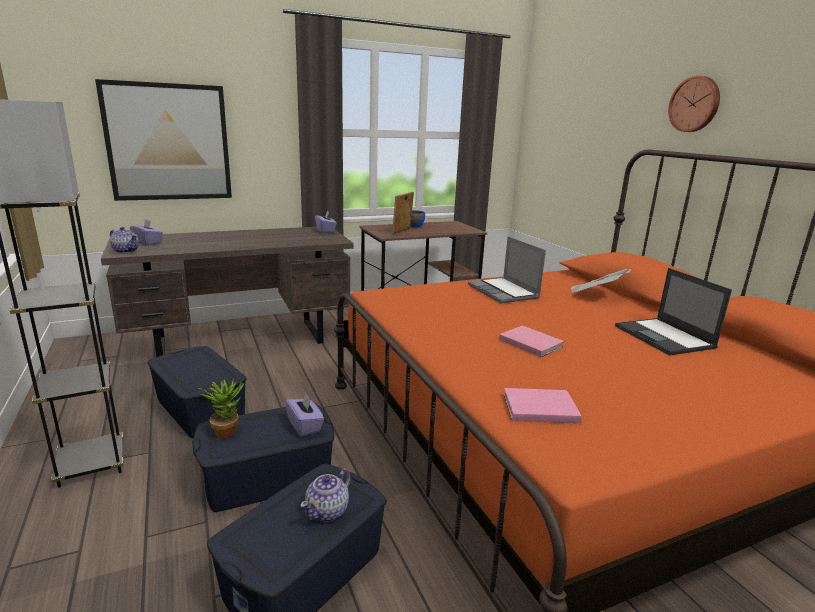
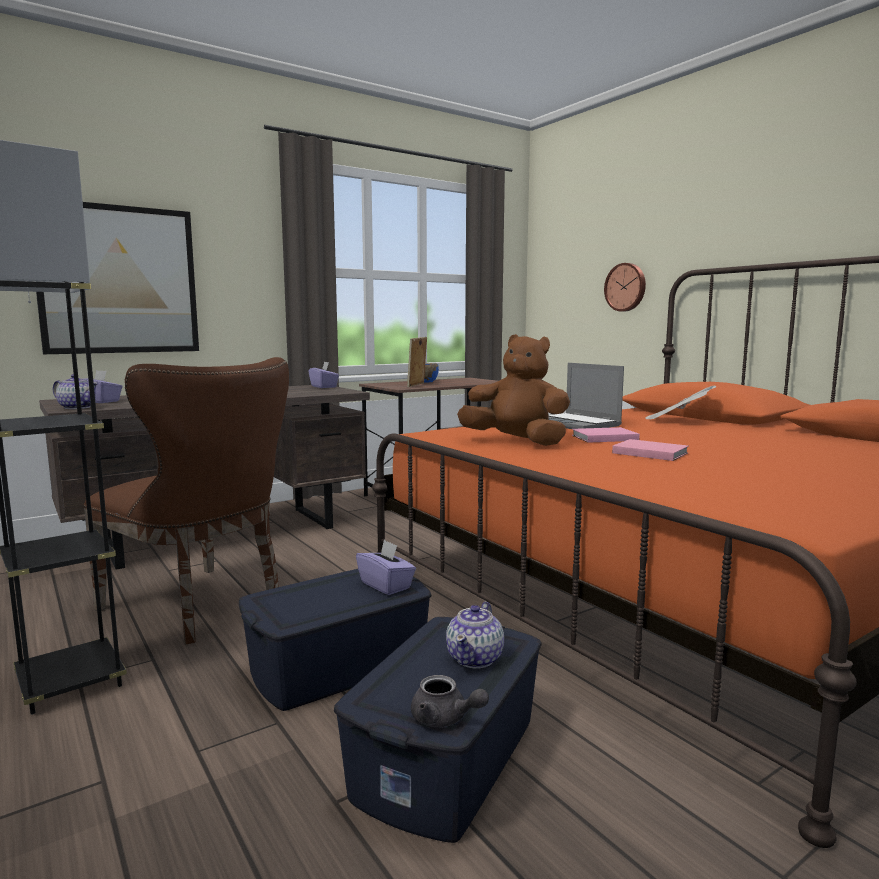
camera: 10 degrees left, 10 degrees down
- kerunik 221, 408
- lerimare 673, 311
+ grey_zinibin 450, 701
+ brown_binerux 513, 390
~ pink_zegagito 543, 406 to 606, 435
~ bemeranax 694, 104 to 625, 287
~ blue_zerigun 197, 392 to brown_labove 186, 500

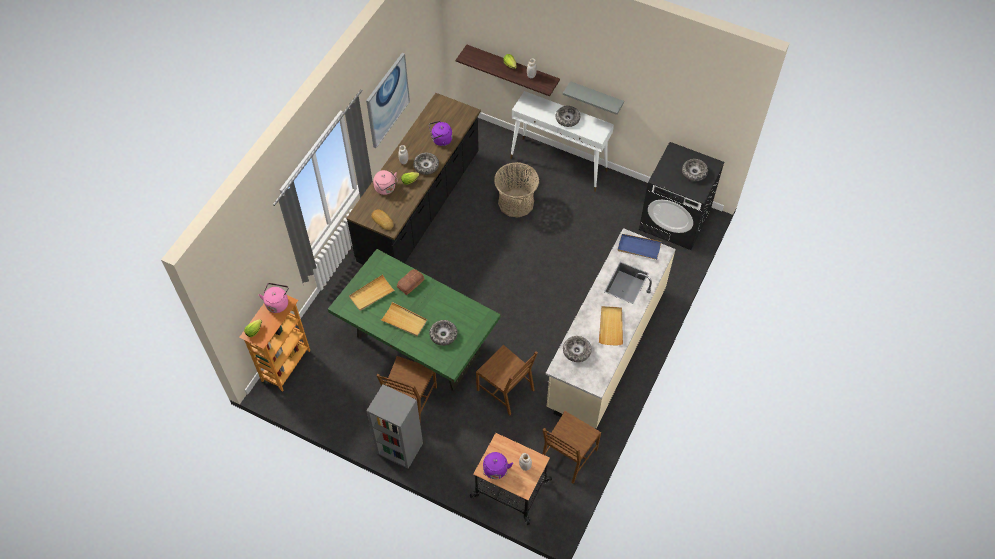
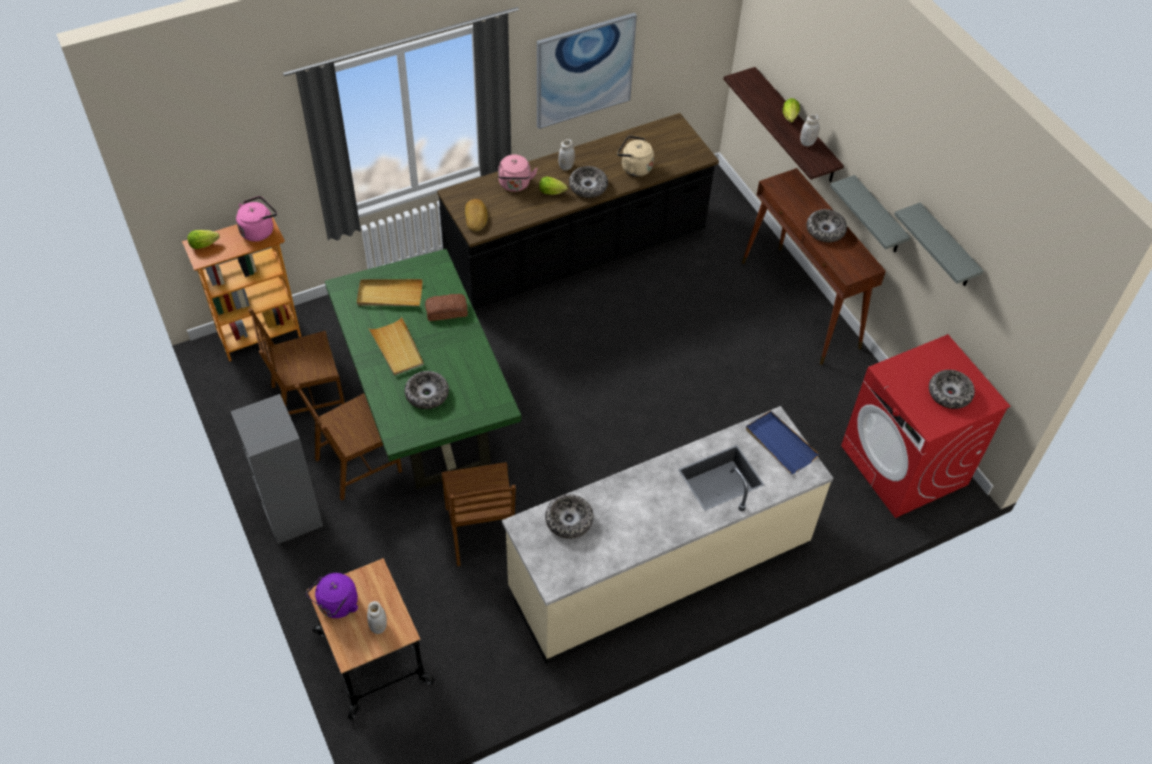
camera: 35 degrees right, 5 degrees down
- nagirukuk 516, 190
- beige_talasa 611, 326
+ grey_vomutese 939, 244
~ brown_labove 571, 447 to 296, 361
~ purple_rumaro 441, 133 to beige_rumaro 635, 155
~ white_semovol 562, 141 to brown_semovol 814, 266
~ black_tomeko 682, 196 to red_tomeko 925, 426

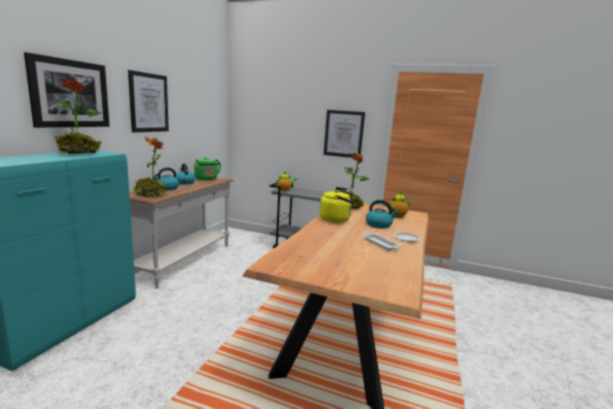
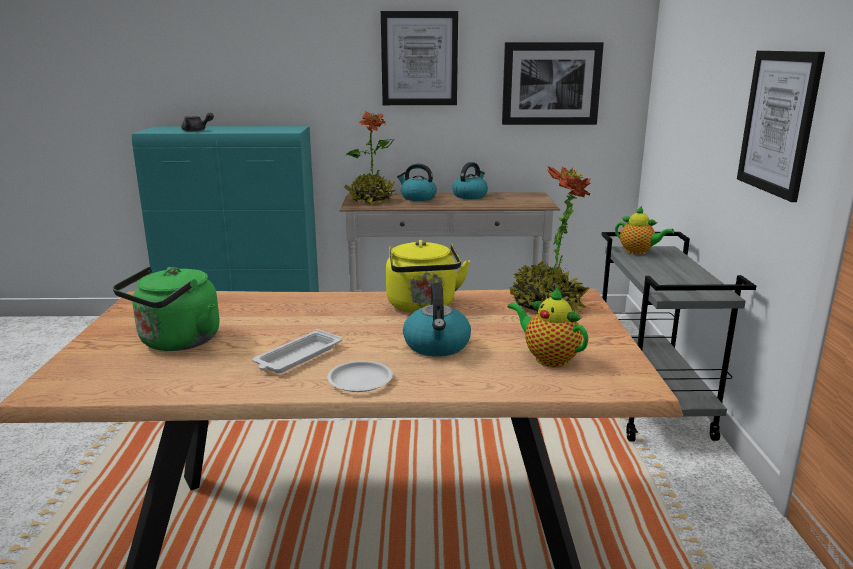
camera: 70 degrees right, 5 degrees up
- kerunik 77, 115
+ grey_zinibin 197, 122
~ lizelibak 67, 90 to 553, 83
~ green_rumaro 207, 168 to 166, 308

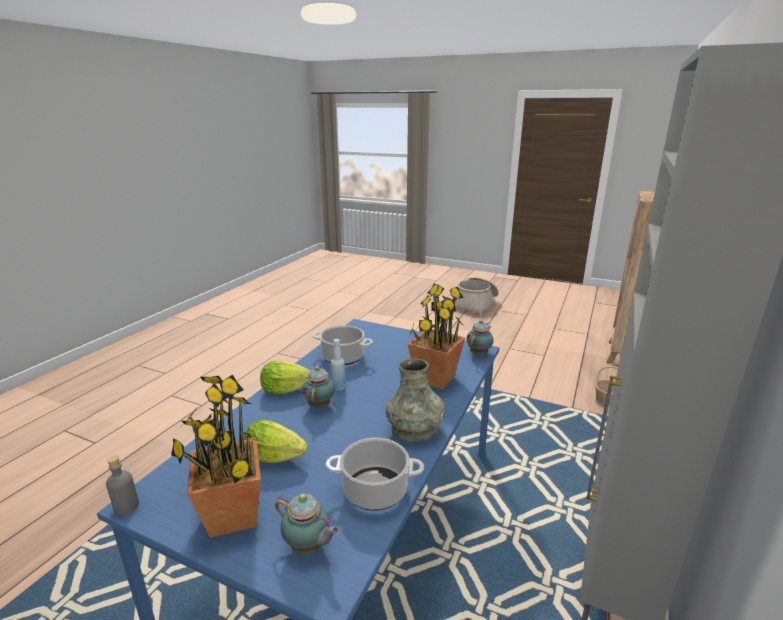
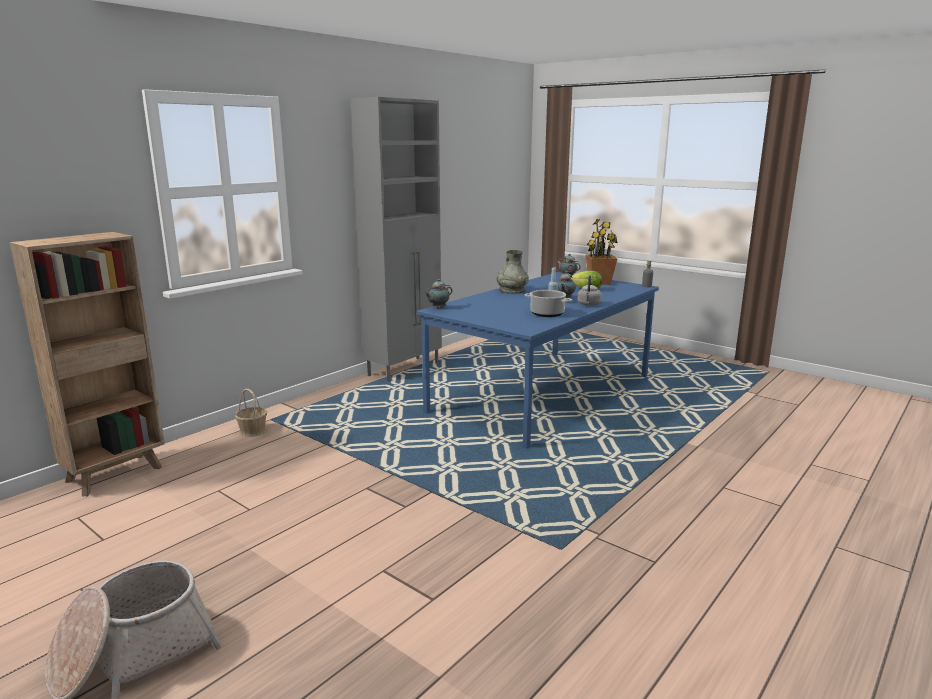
camera: 165 degrees left, 5 degrees down
- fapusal 375, 474
- kerunik 436, 336
~ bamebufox 285, 377 to grey_rumaro 590, 290

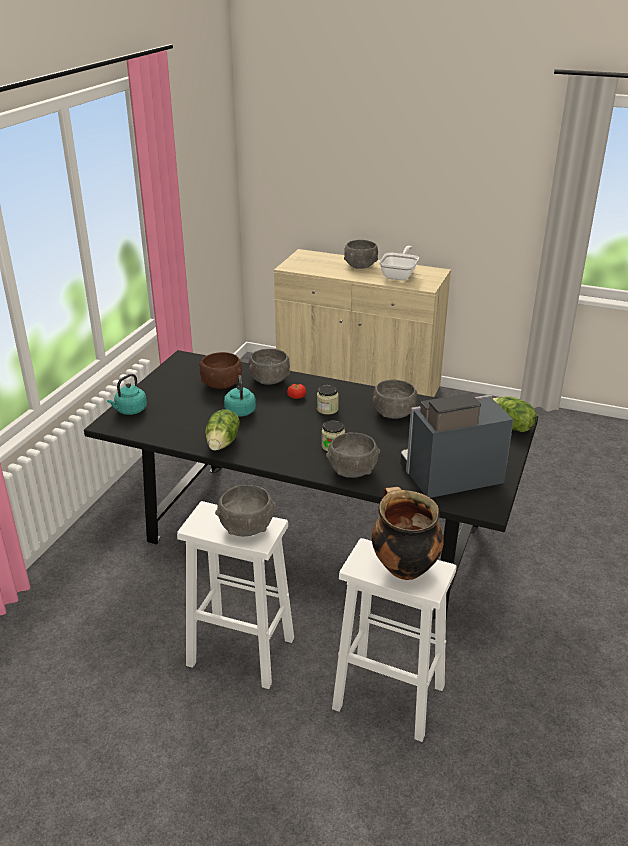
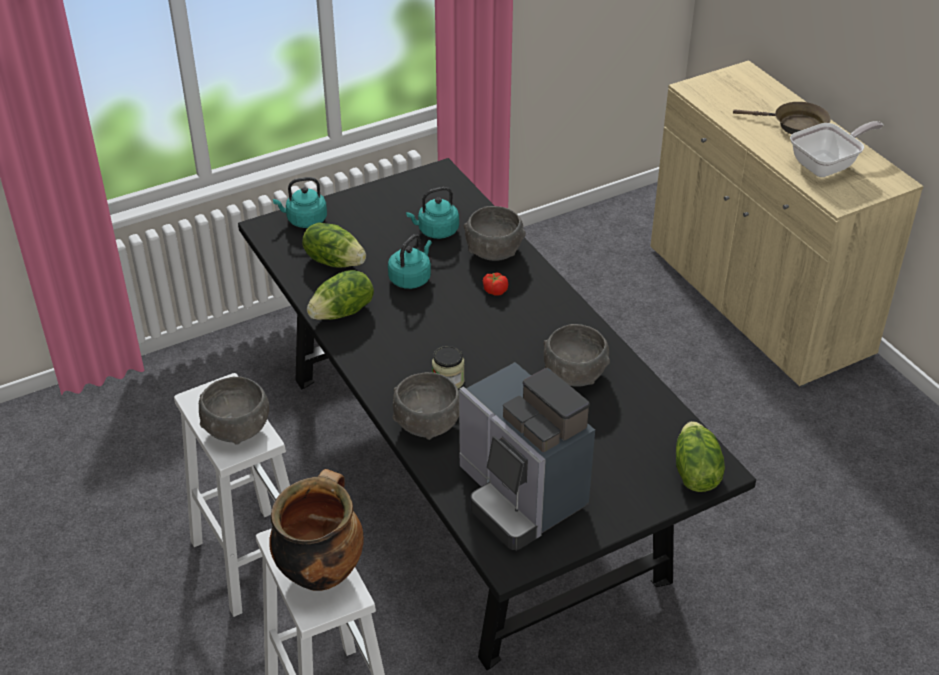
camera: 40 degrees right, 10 degrees up
- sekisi 328, 400
+ bamebufox 334, 245
~ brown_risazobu 220, 370 to turquoise_rumaro 432, 213
~ grey_risazobu 361, 254 to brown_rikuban 782, 118
~ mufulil 457, 445 = 527, 456 150 degrees counterclockwise

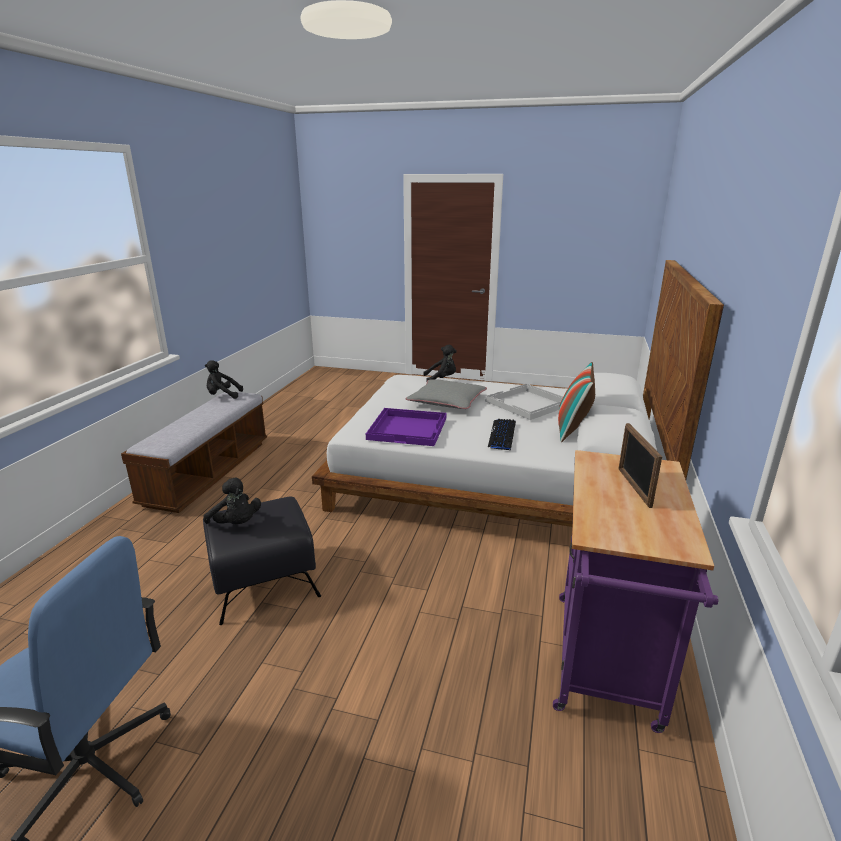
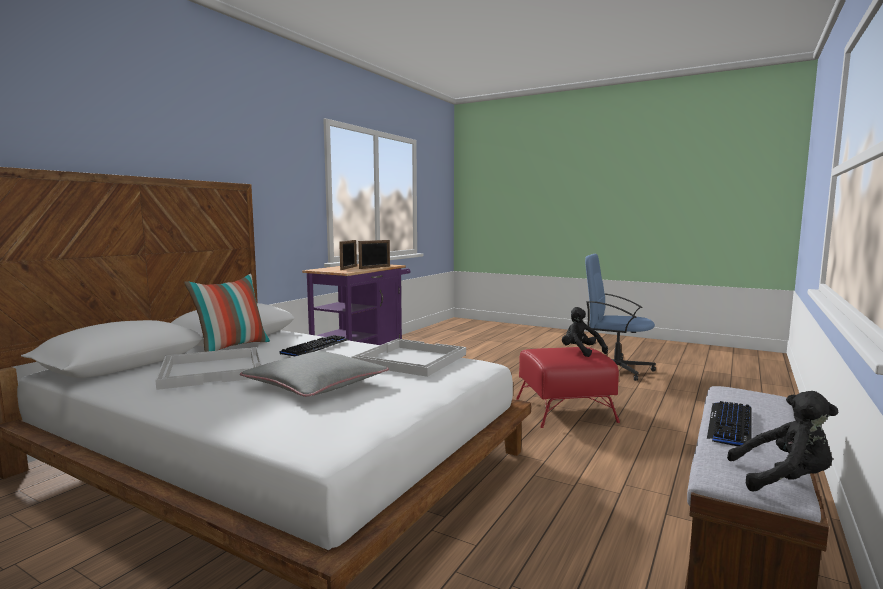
camera: 165 degrees left, 15 degrees down
- black_binerux 440, 363
+ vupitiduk 374, 254
+ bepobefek 729, 424
~ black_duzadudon 262, 560 to red_duzadudon 568, 387
~ purple_talasa 406, 427 to white_talasa 408, 358

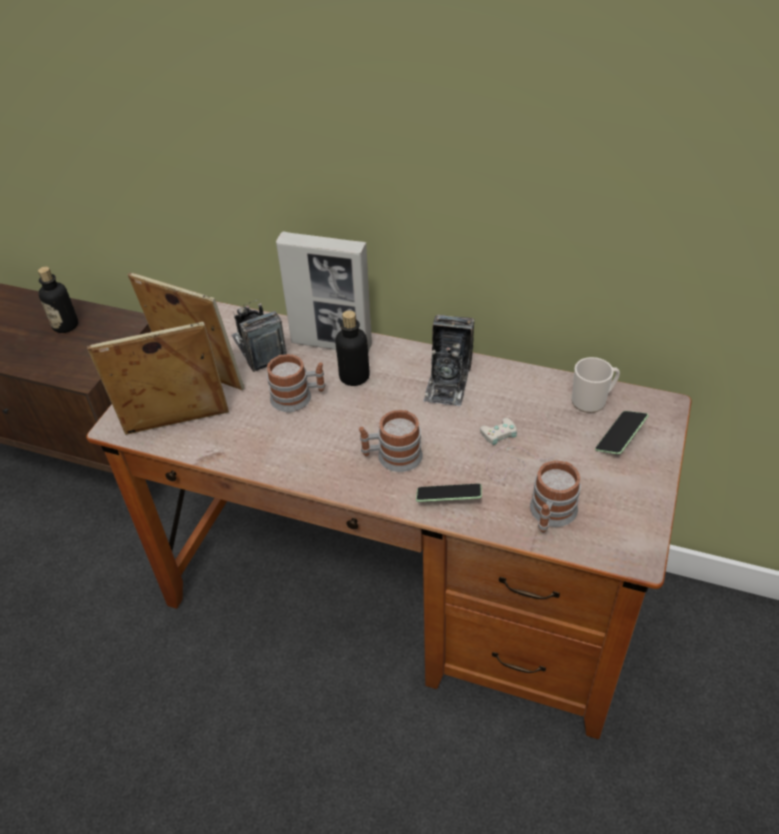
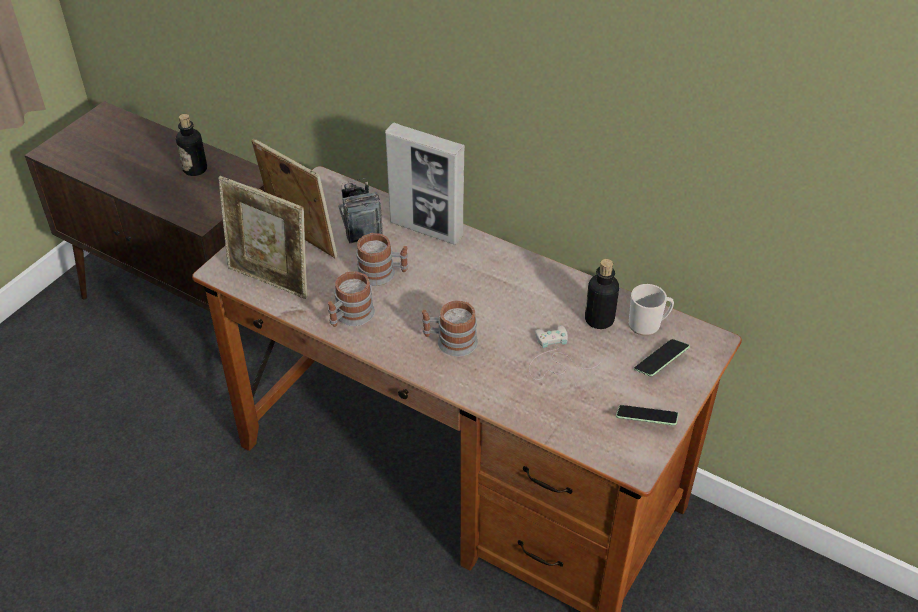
camera: 10 degrees right, 0 degrees up
- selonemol 449, 360
~ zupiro 352, 348 to 602, 294
~ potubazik 449, 493 to 647, 415
~ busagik 555, 496 to 351, 299
~ vupitiduk 158, 378 = 262, 237 150 degrees counterclockwise

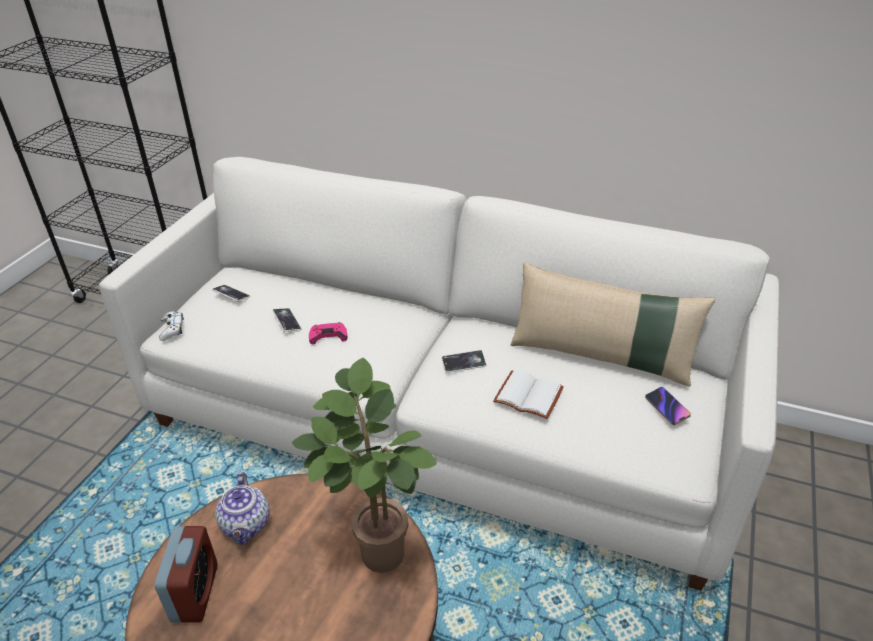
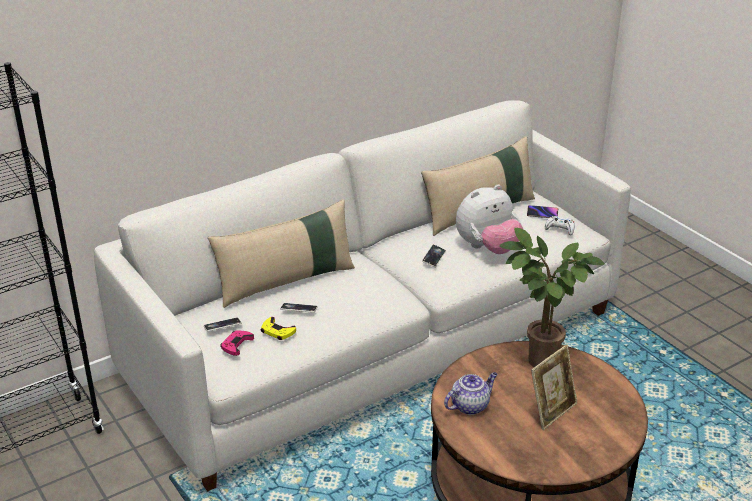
camera: 55 degrees left, 5 degrees down
- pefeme 186, 574
+ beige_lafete 281, 253
+ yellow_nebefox 278, 328
+ vupitiduk 554, 387
~ white_nebefox 171, 326 to 560, 225
~ pink_nebefox 328, 333 to 237, 343
~ white_zegagito 528, 394 to binerux 489, 219
~ zinibin 242, 508 = 471, 393 60 degrees counterclockwise

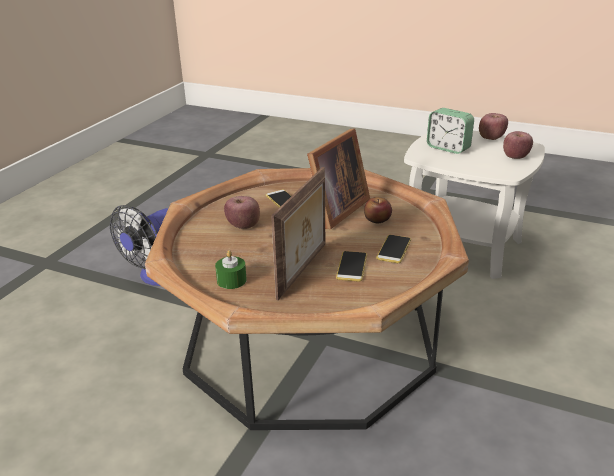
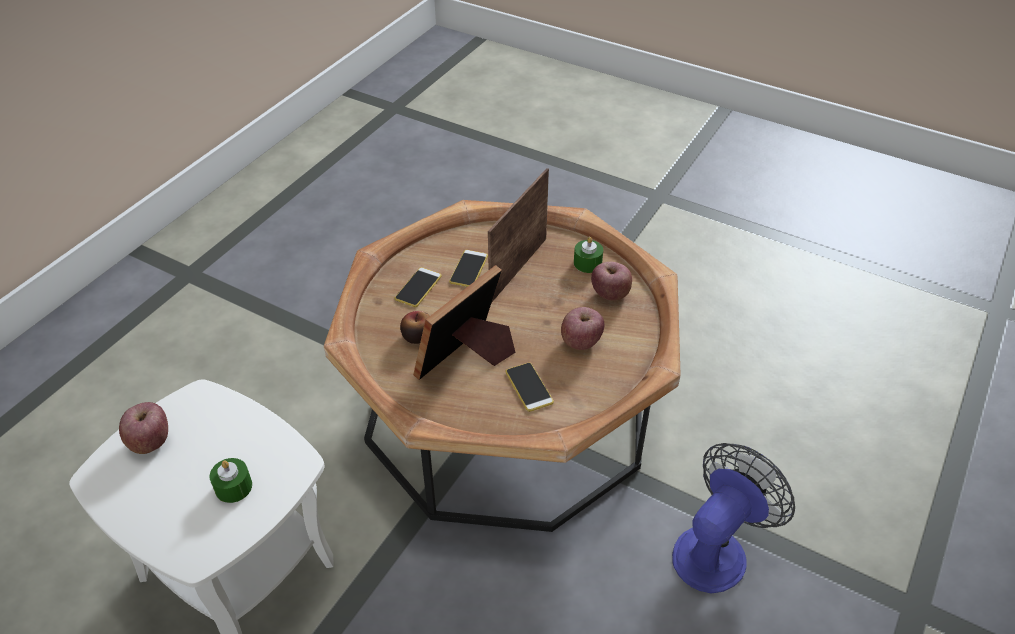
camera: 175 degrees left, 15 degrees up
~ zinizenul 493, 126 to 611, 281
~ pefeme 450, 131 to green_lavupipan 230, 480

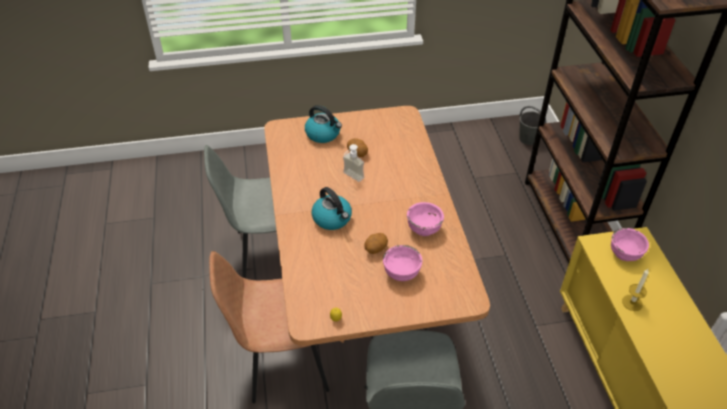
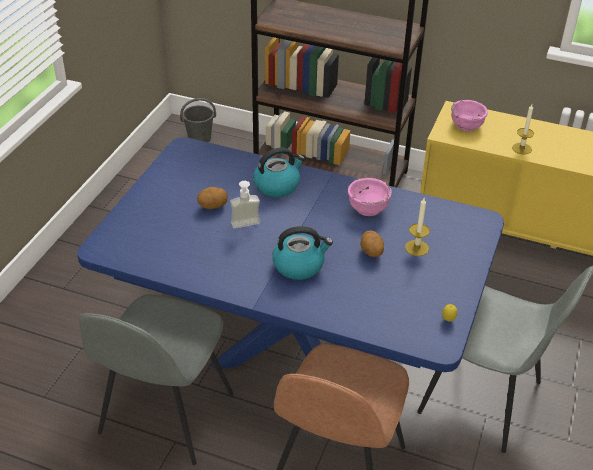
camera: 60 degrees left, 5 degrees down
~ rumaro 323, 124 to 279, 172
~ pink_risazobu 402, 263 to lavupipan 417, 227
~ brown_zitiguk 377, 226 to blue_zitiguk 290, 254

